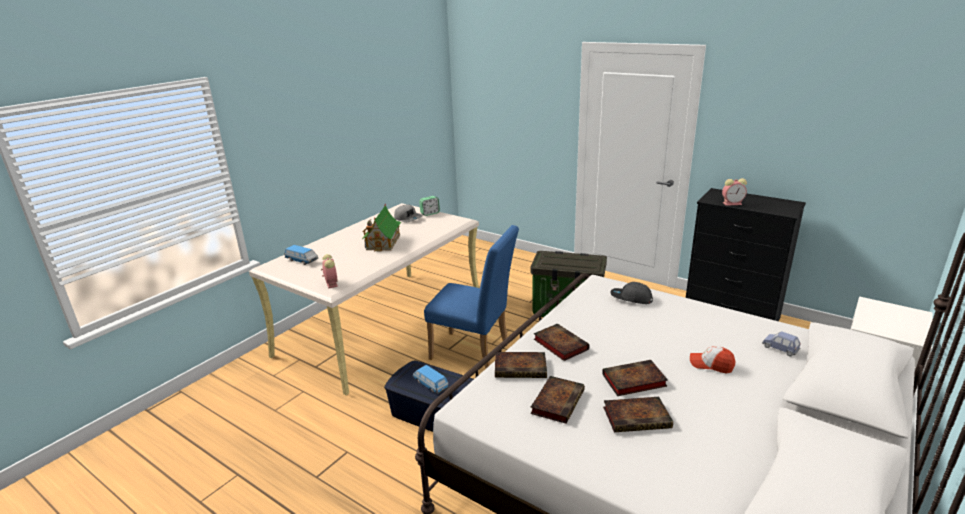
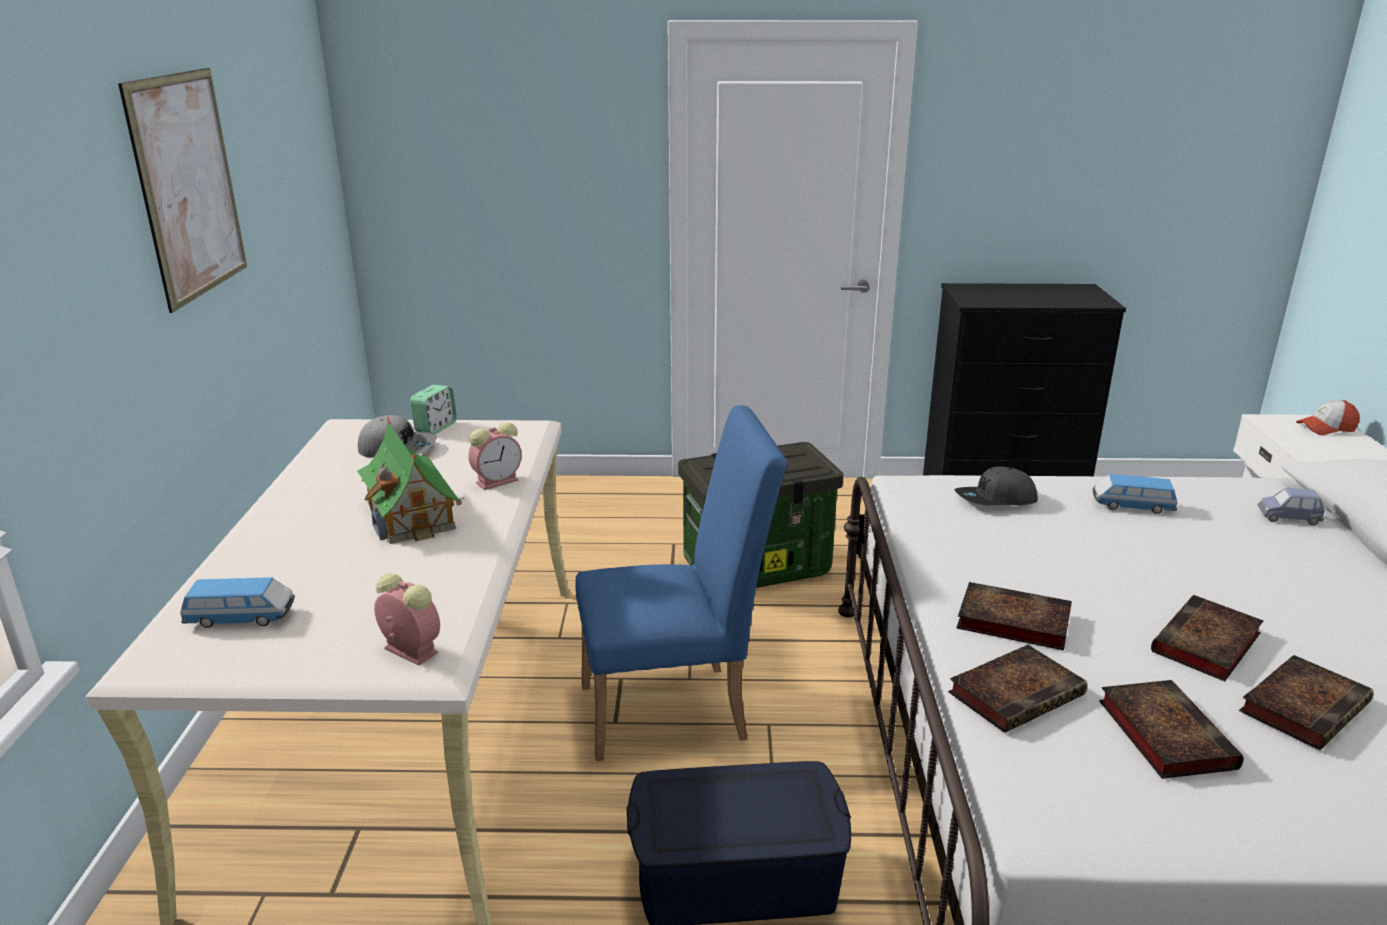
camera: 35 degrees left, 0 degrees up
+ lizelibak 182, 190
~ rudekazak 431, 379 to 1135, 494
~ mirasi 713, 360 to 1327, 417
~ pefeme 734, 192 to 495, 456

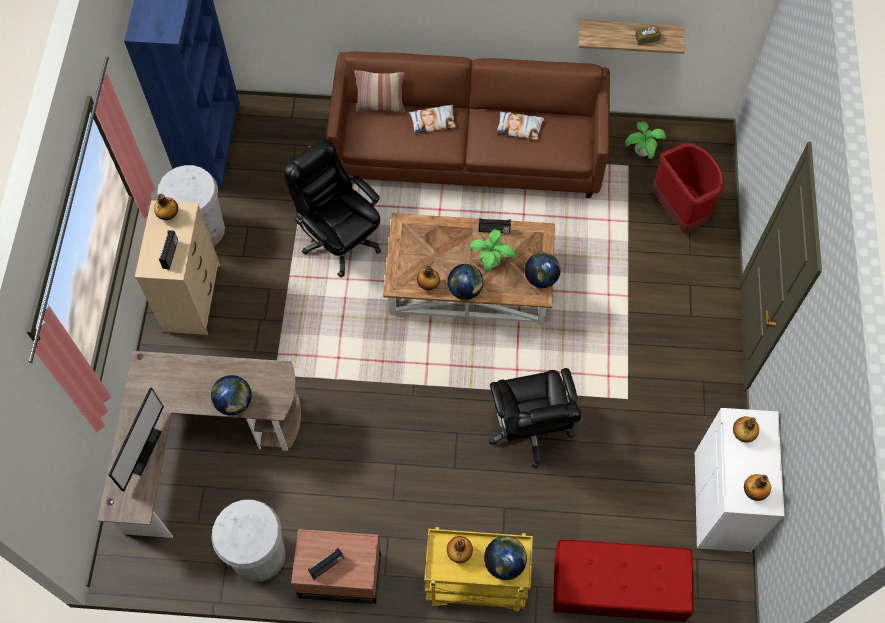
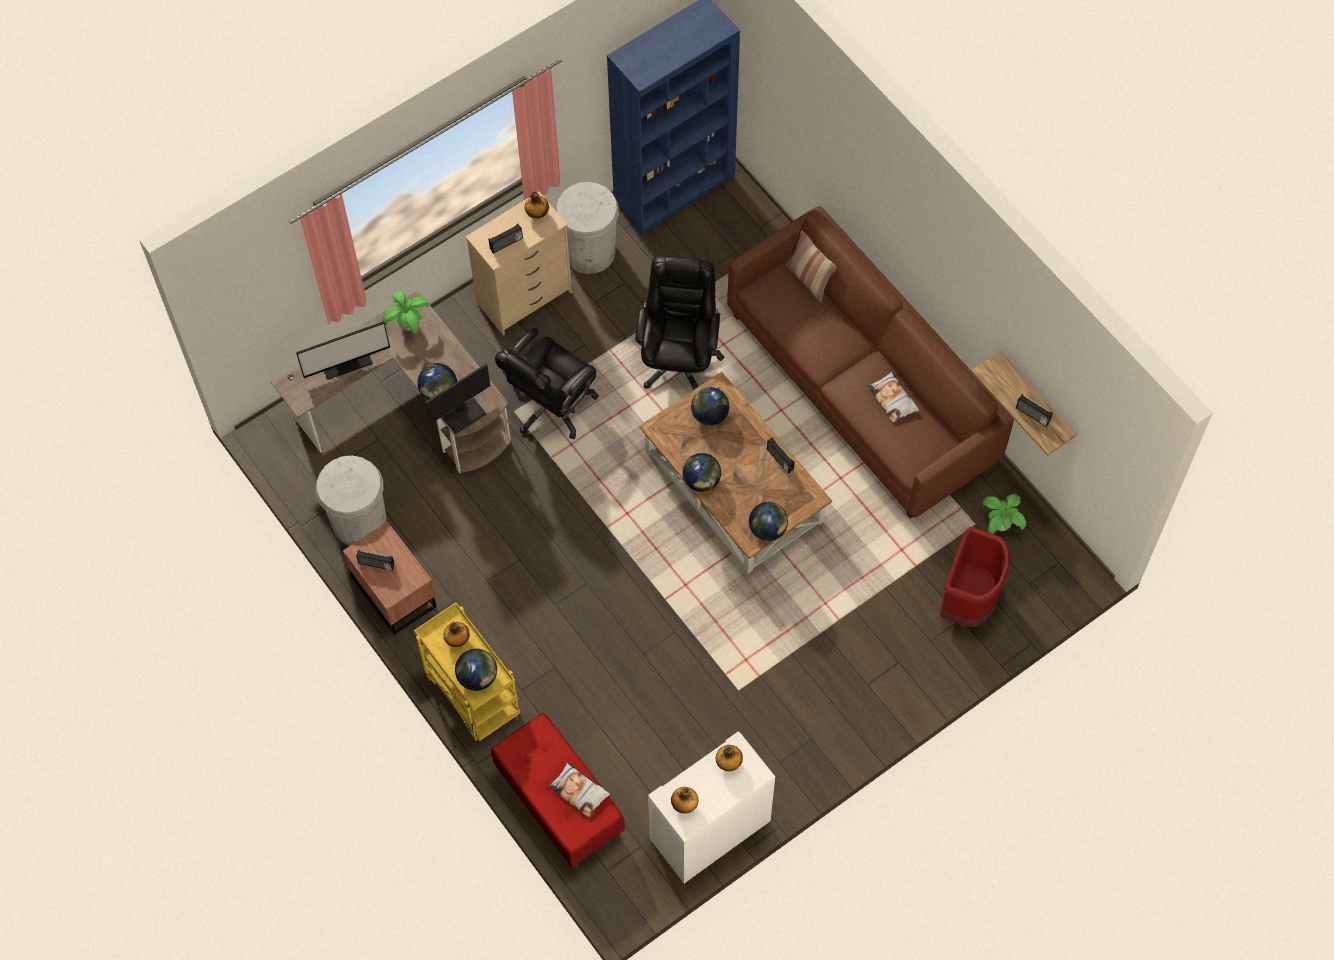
camera: 50 degrees right, 0 degrees up
- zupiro 428, 277
+ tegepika 457, 399
+ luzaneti 710, 406
~ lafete 433, 119 to 579, 790
~ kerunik 492, 250 to 406, 312
~ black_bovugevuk 535, 418 to 547, 383
~ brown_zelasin 648, 35 to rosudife 1034, 410

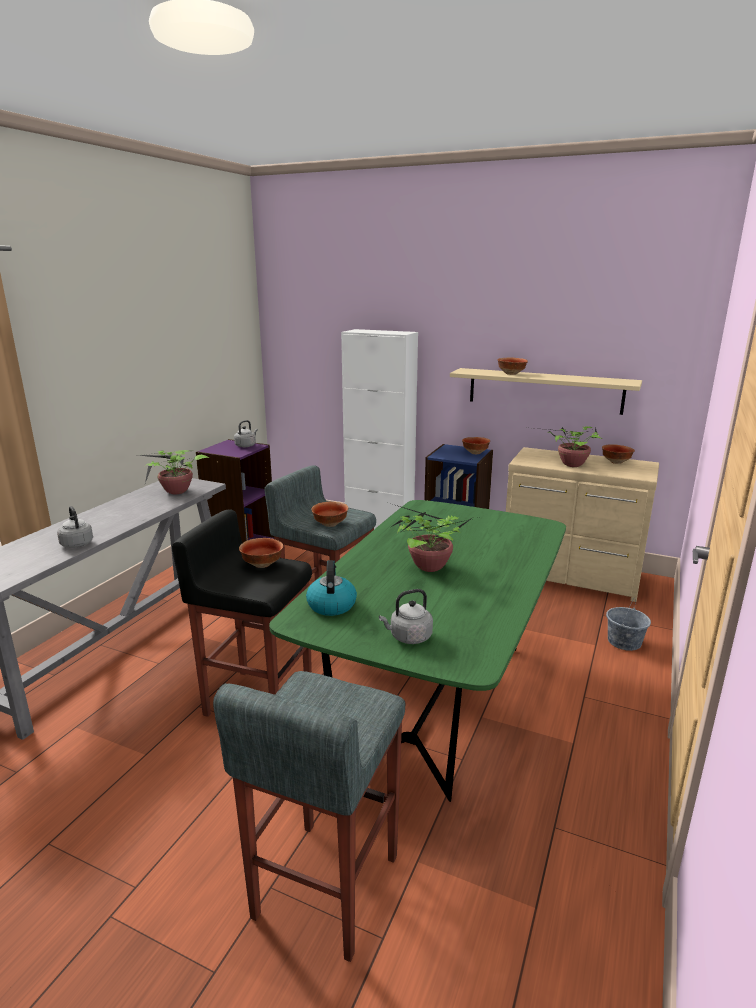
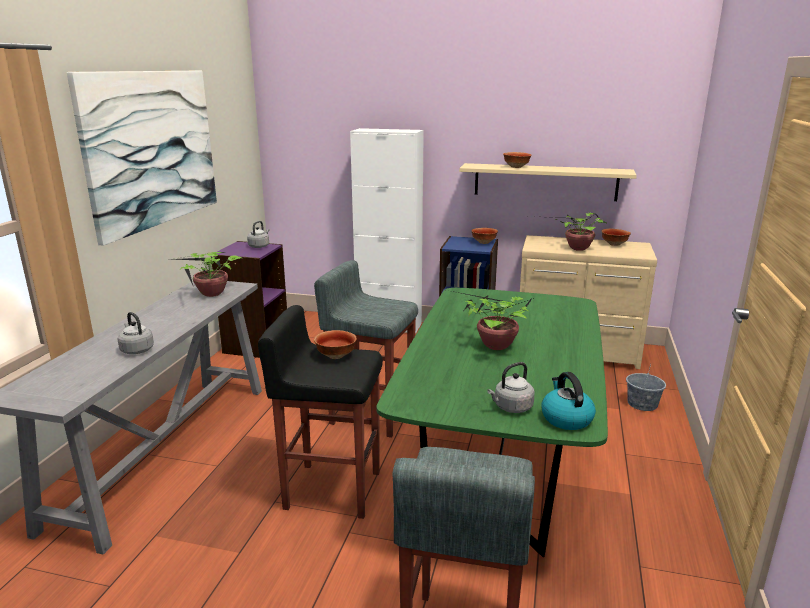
camera: 10 degrees left, 0 degrees up
- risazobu 329, 514
+ lizelibak 142, 158
~ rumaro 331, 588 to 568, 401

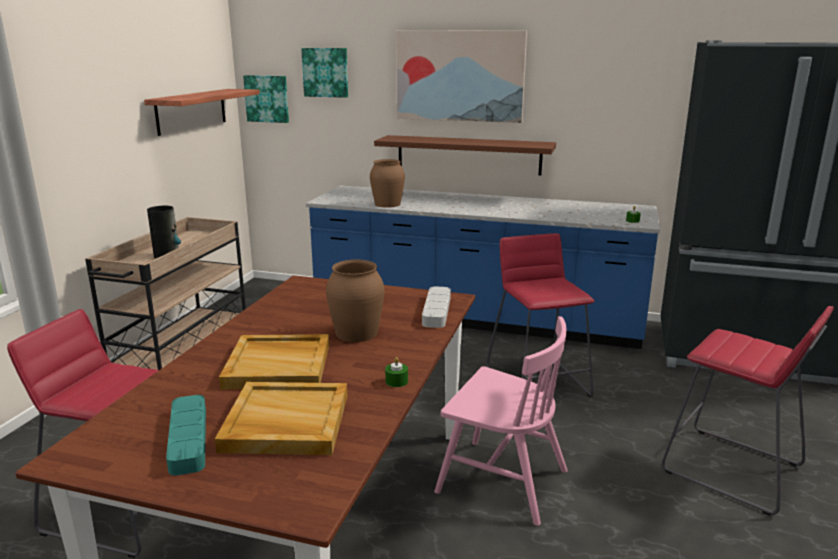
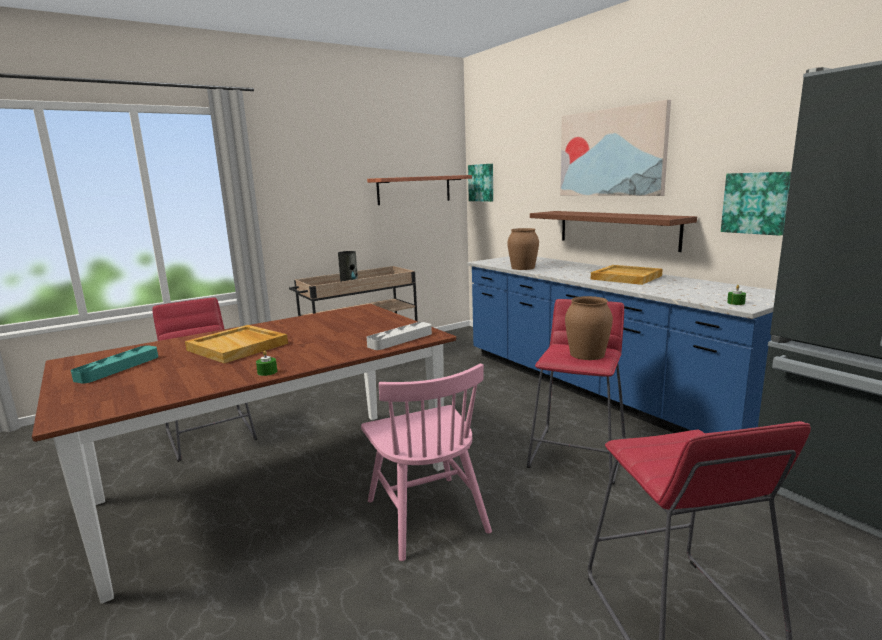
camera: 40 degrees right, 5 degrees down
~ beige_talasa 281, 418 to 626, 275
~ lizelibak 324, 73 to 756, 204
~ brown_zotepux 355, 301 to 589, 328

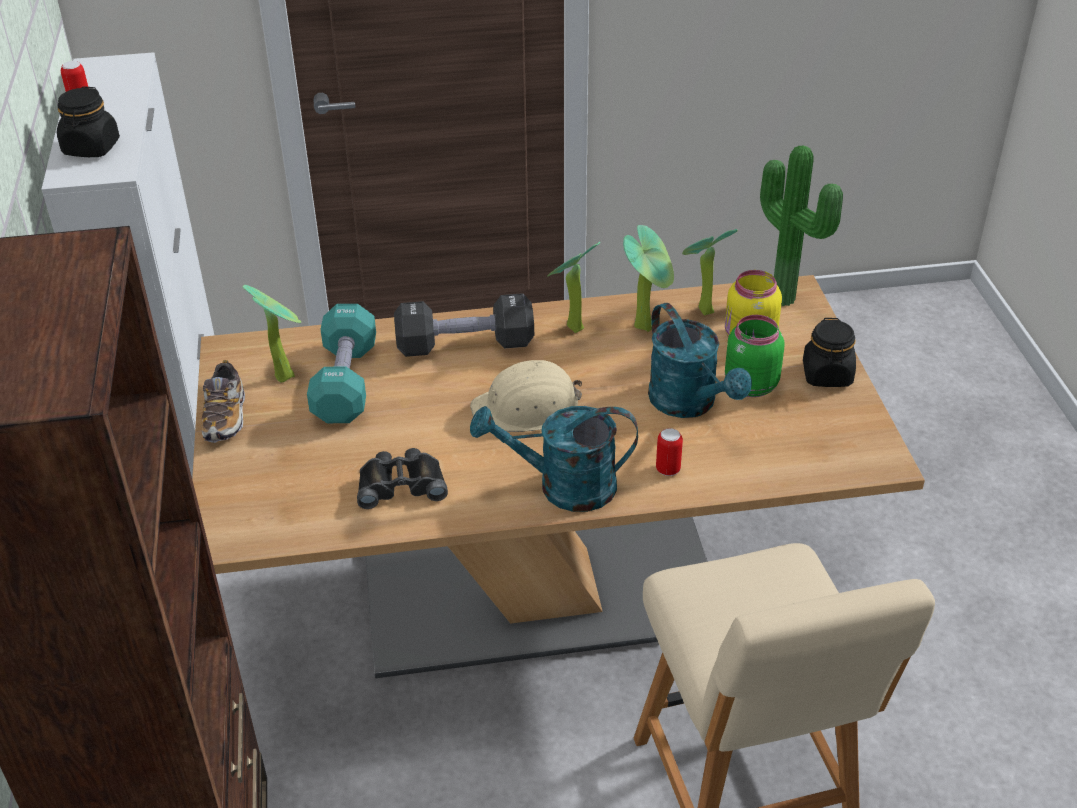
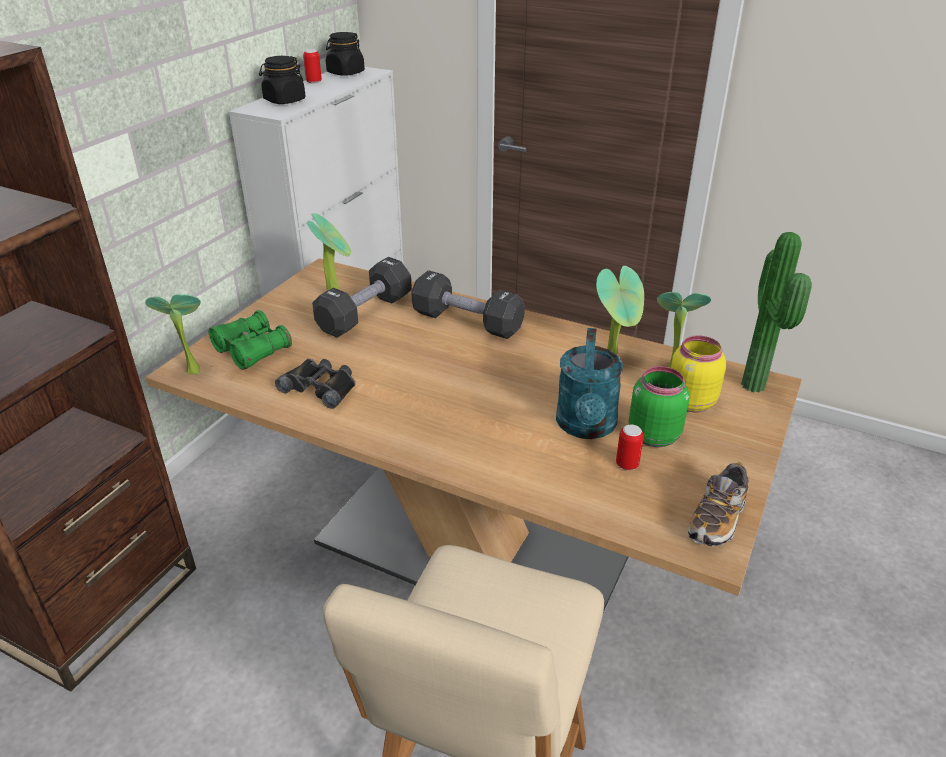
camera: 35 degrees right, 5 degrees down
- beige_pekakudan 526, 396
- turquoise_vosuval 554, 459
+ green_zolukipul 250, 340
~ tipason 223, 401 to 718, 504
~ kerunik 573, 287 to 173, 334
~ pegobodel 669, 452 to 630, 447
~ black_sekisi 829, 352 to 345, 54
~ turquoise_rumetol 341, 363 to black_rumetol 362, 297

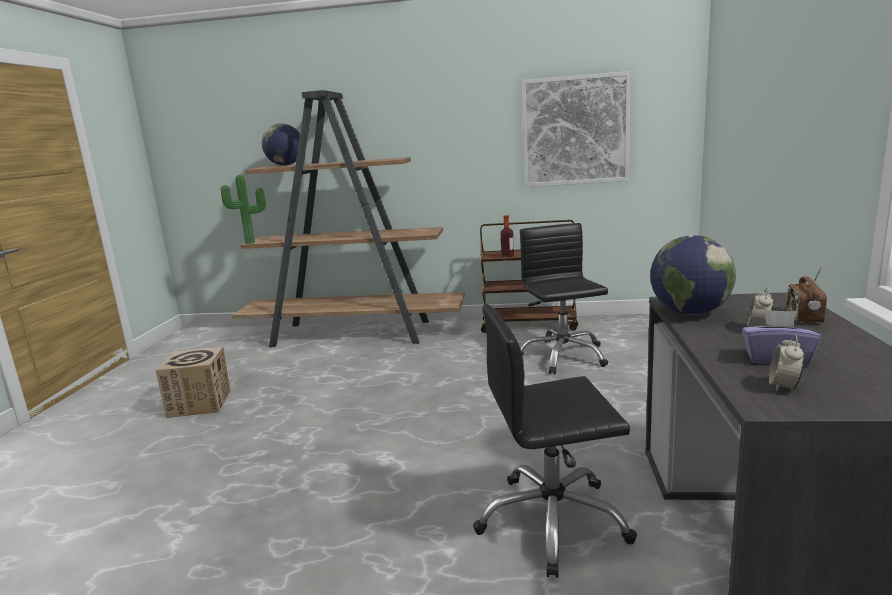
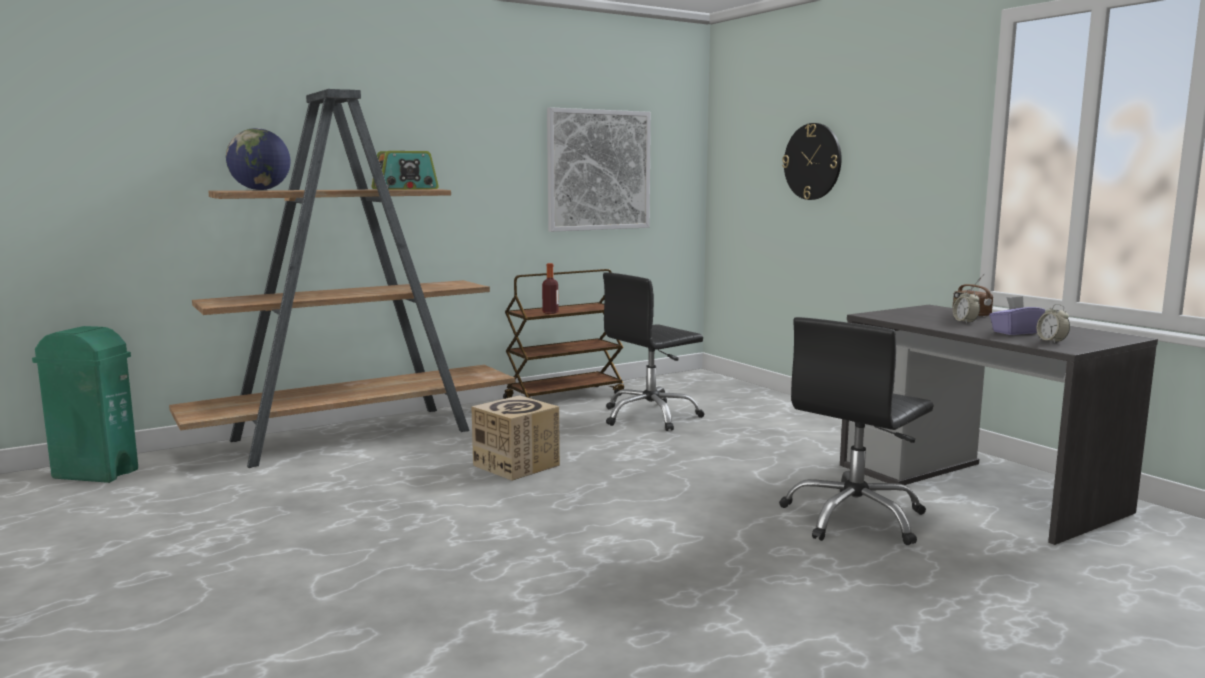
camera: 40 degrees left, 5 degrees down
- kerunik 243, 209
- luzaneti 693, 275
+ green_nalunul 85, 404
+ rosudife 405, 170
+ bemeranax 812, 161
~ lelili 193, 382 to 515, 438
~ black_bovugevuk 564, 298 = 653, 351 75 degrees counterclockwise

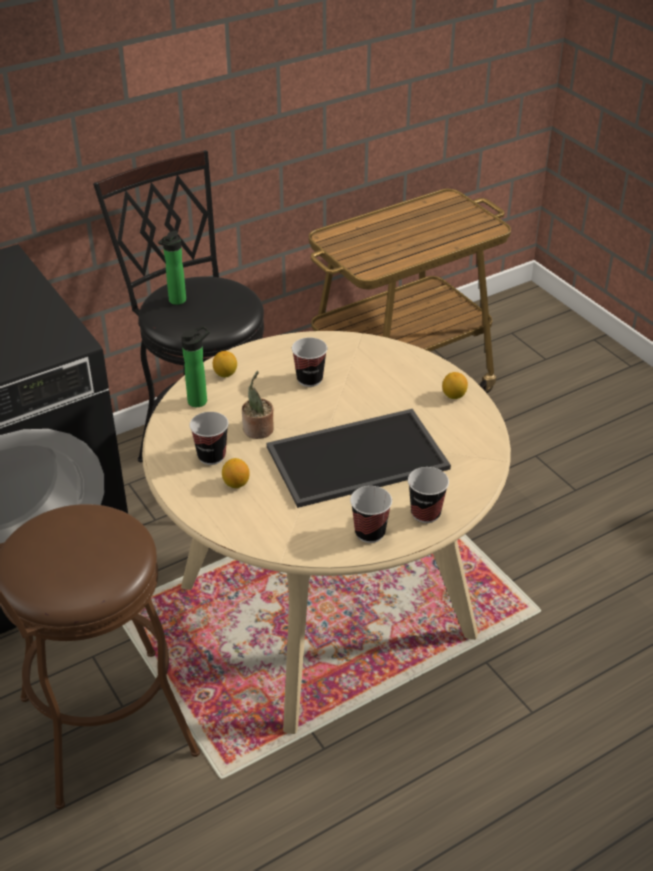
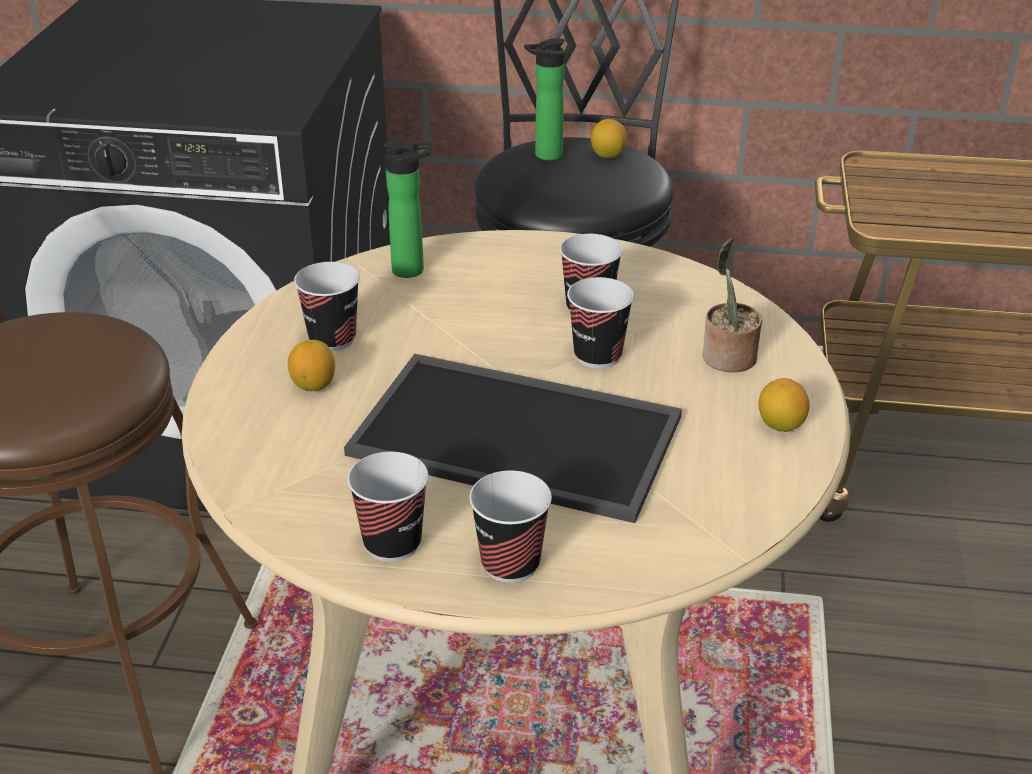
camera: 40 degrees right, 5 degrees down
+ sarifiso 600, 322
~ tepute 225, 364 to 609, 138
~ kerunik 258, 405 to 732, 305

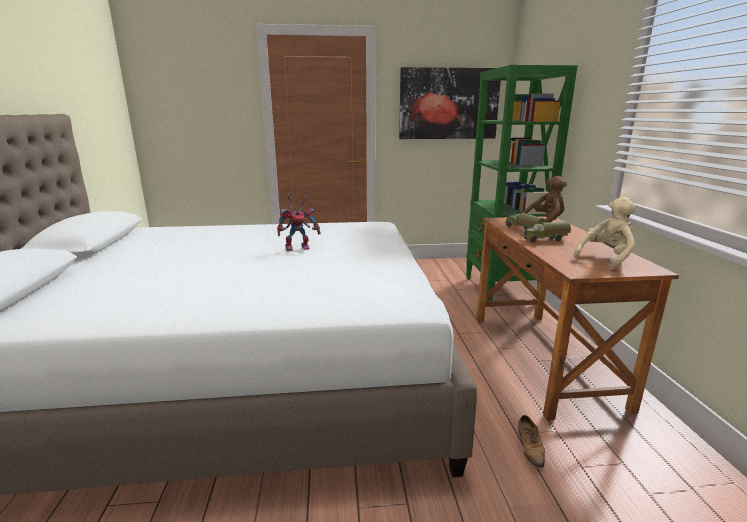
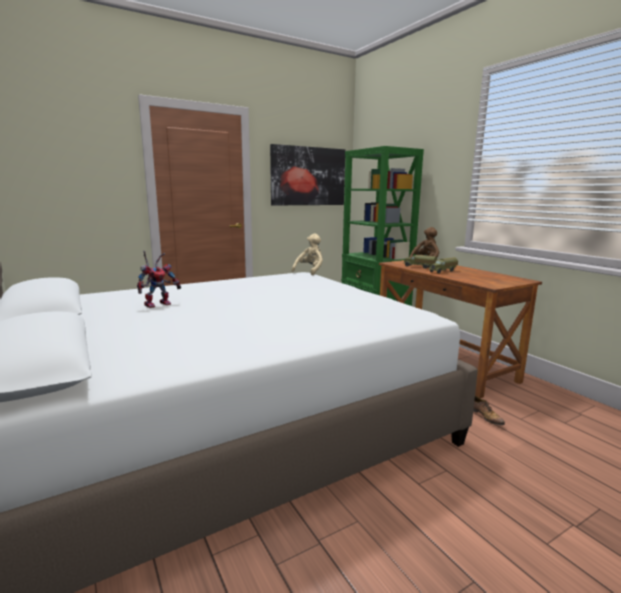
camera: 25 degrees left, 5 degrees down
~ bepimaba 299, 222 to 159, 279
~ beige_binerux 604, 233 to 307, 254

